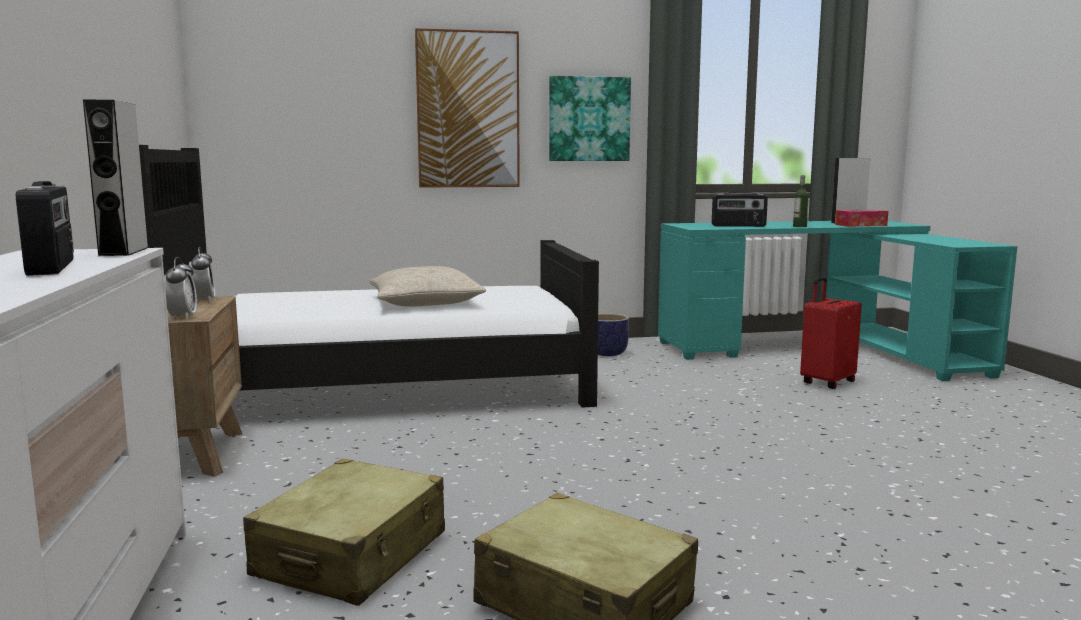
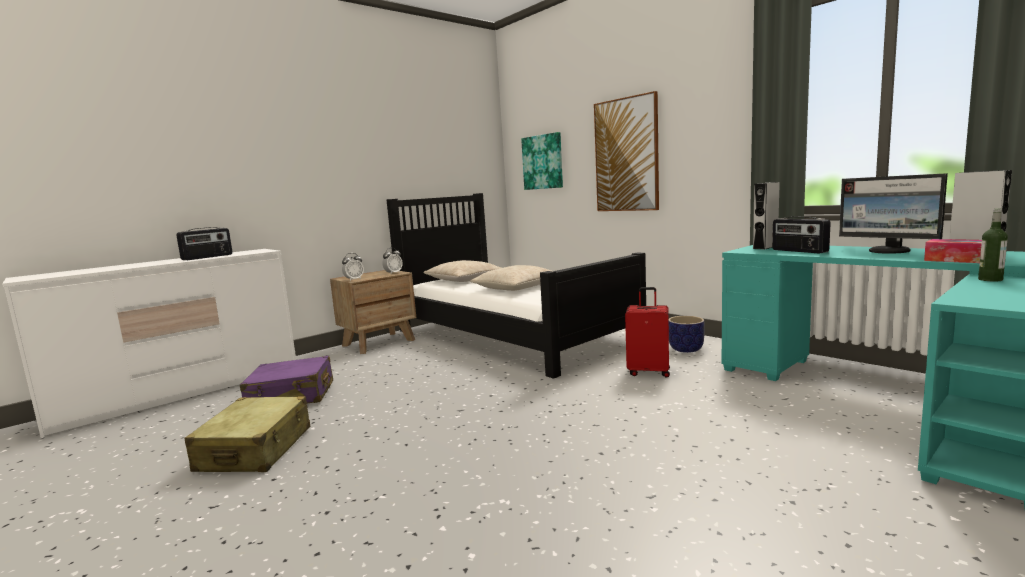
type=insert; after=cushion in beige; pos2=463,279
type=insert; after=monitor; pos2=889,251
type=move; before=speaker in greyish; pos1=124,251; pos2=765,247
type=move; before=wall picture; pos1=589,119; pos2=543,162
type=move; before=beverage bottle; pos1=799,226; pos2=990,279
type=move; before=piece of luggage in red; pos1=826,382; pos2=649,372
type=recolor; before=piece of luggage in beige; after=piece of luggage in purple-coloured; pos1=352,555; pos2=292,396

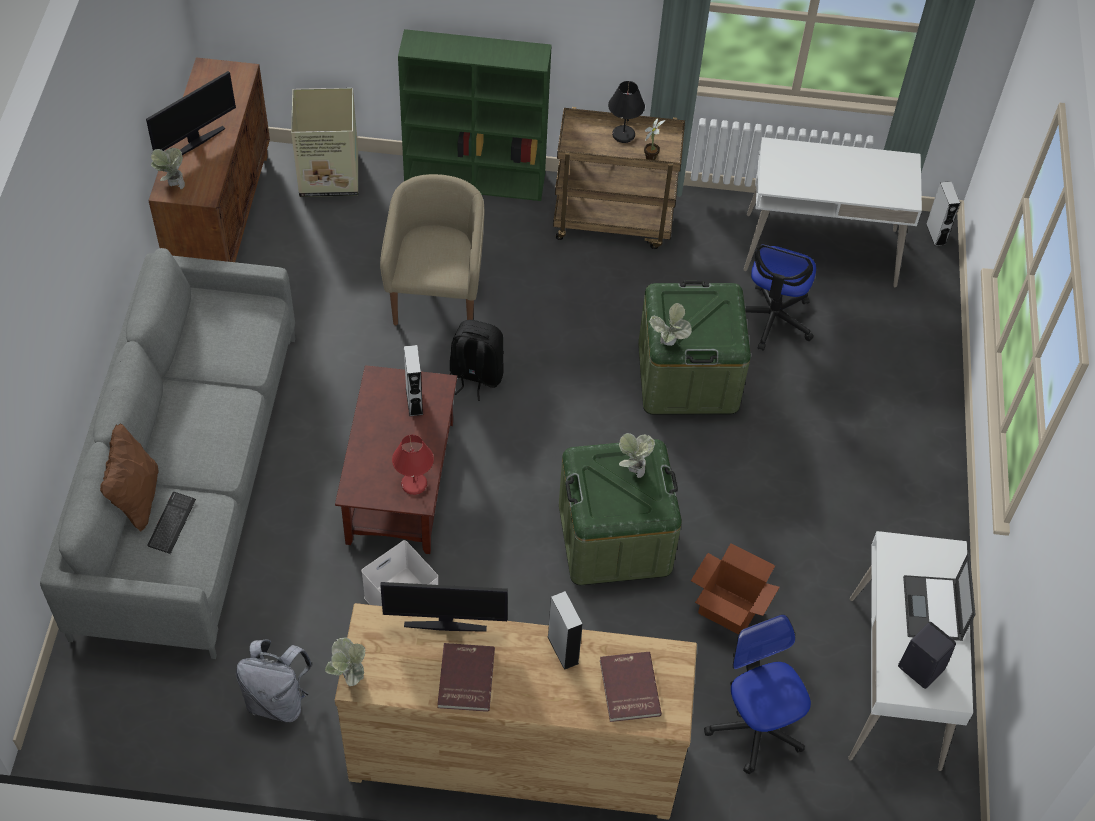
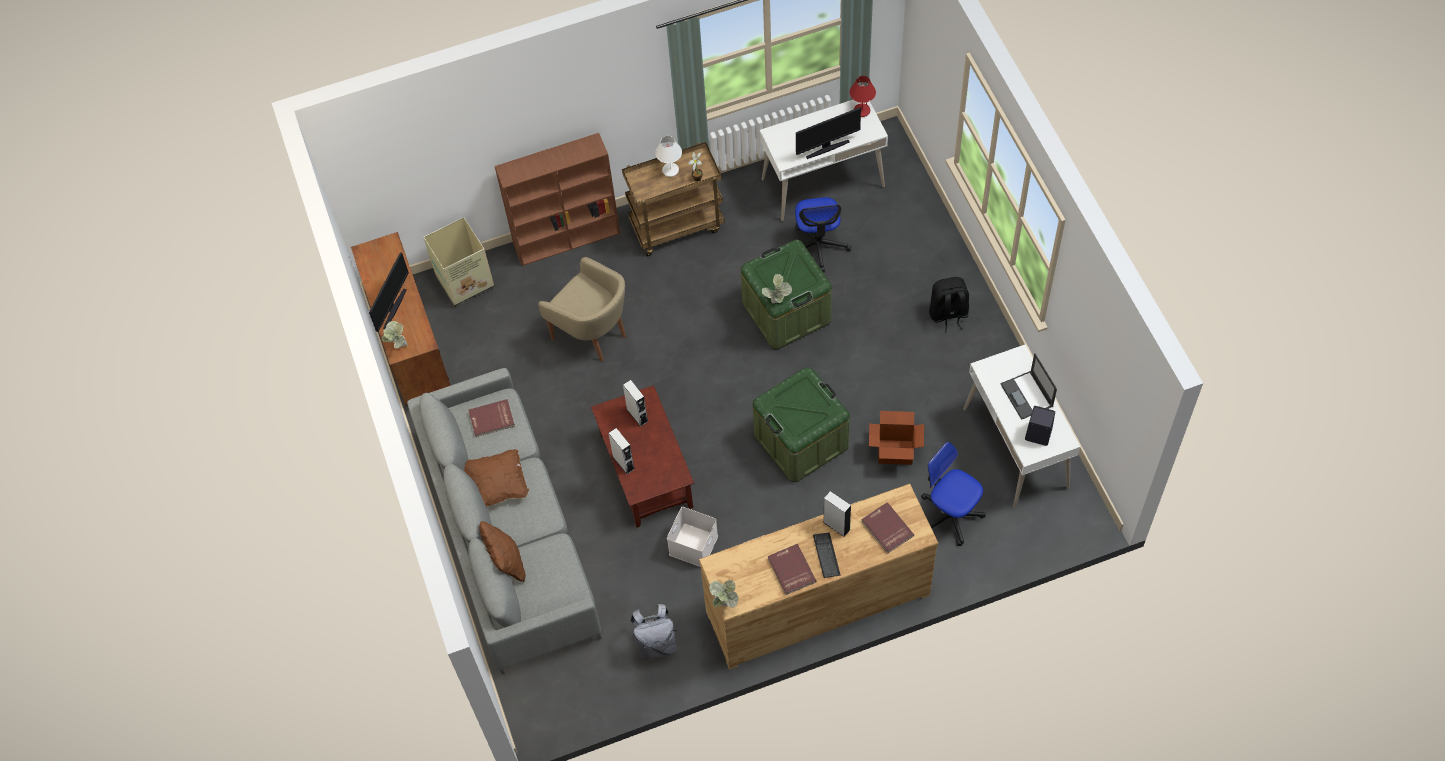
type=delete; before=potted plant; pos1=632,469
type=insert; after=cushion in brown; pos2=498,485
type=insert; after=book in red; pos2=492,419
type=move; before=keyboard; pos1=172,523; pos2=826,555
type=move; before=monitor; pos1=445,624; pos2=827,148
type=move; before=tabletop lamp in red; pos1=413,484; pos2=861,111
type=move; before=knapsack in blackish; pos1=475,376; pos2=948,314
type=move; before=speaker in greyish; pos1=935,234; pos2=623,463
type=recolor; before=bookshelf in green-coloured; after=bookshelf in brown; pos1=476,180; pos2=568,238
type=recolor; before=tabletop lamp in blackish; after=tabletop lamp in white; pos1=623,135; pos2=670,170
type=rotate; before=easy chair in beige; pos1=437,297; pos2=592,334; turn=150

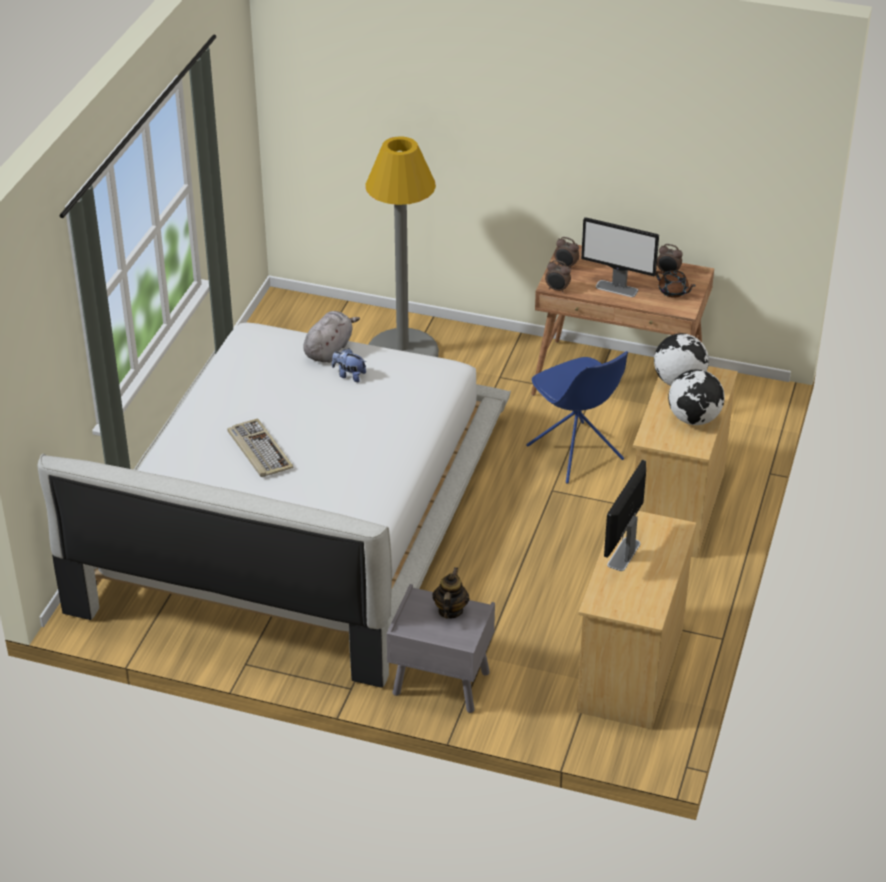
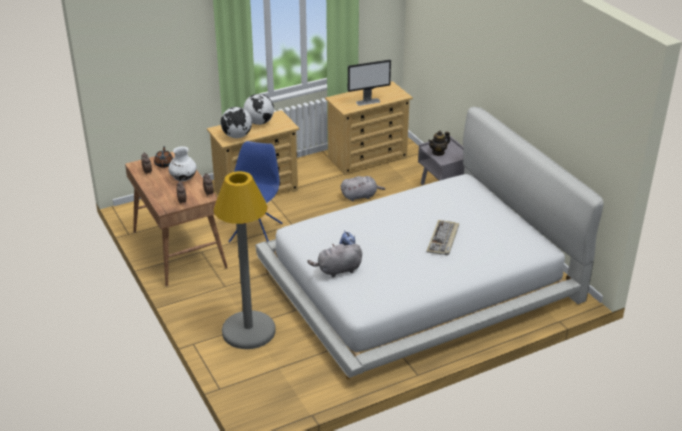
type=insert; after=cuddly toy in greyish; pos2=360,196
type=replace; before=monitor; after=decorative vase in white; pos1=617,288; pos2=183,179

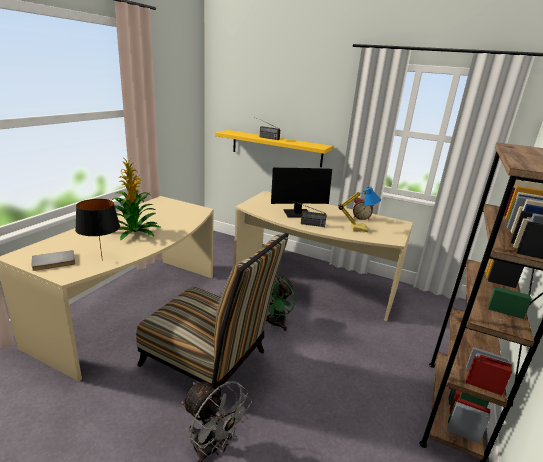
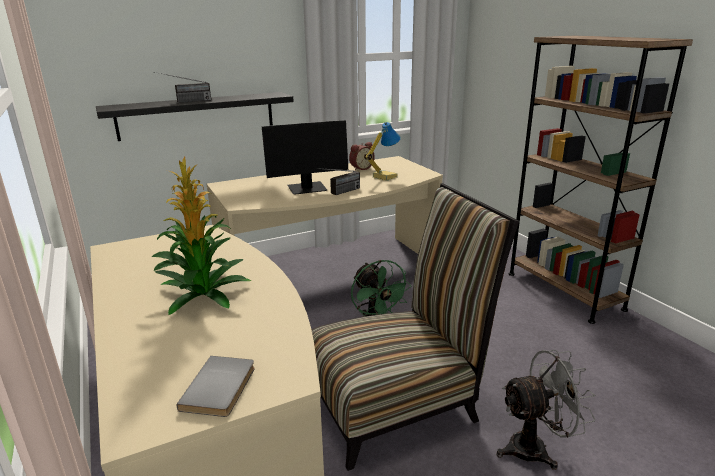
type=delete; before=tabletop lamp in blackish; pos1=102,260
type=recolor; before=wall shelf in yellow-coloured; after=wall shelf in blackish; pos1=276,148; pos2=197,115
type=rotate; before=monitor; pos1=297,214; pos2=307,189; turn=45

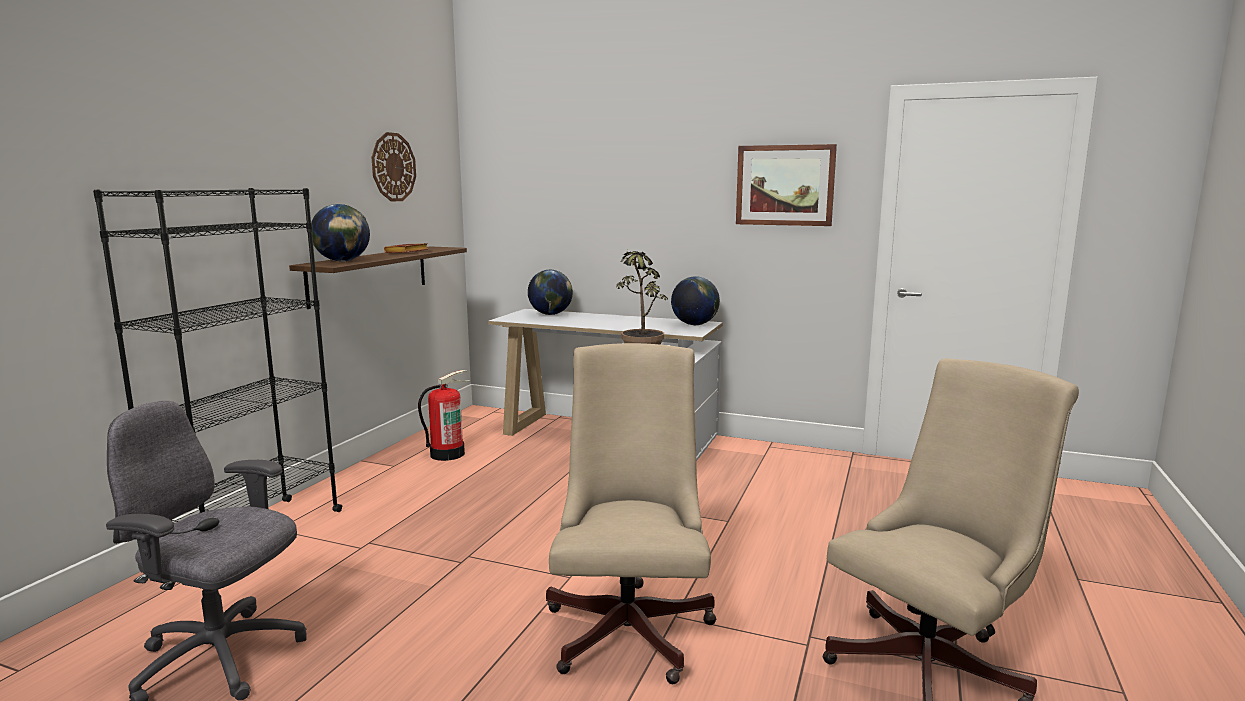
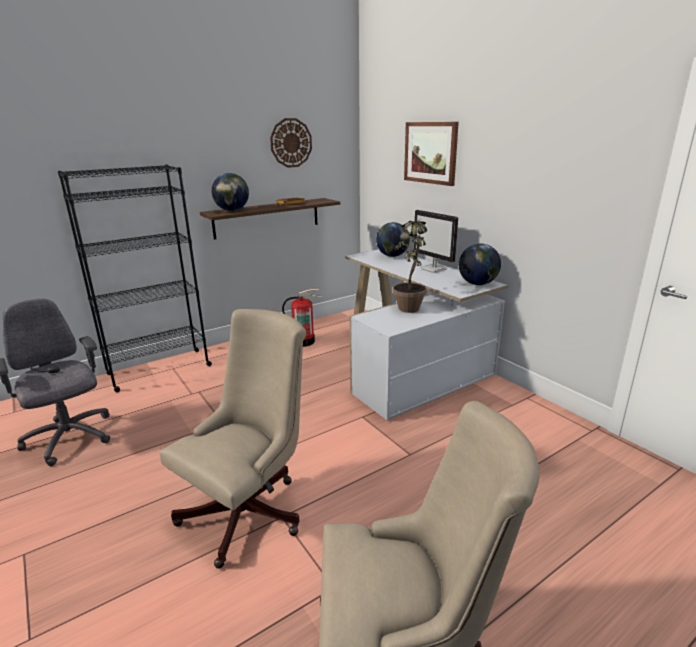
type=insert; after=monitor; pos2=434,269
type=move; before=wall picture; pos1=785,185; pos2=430,152

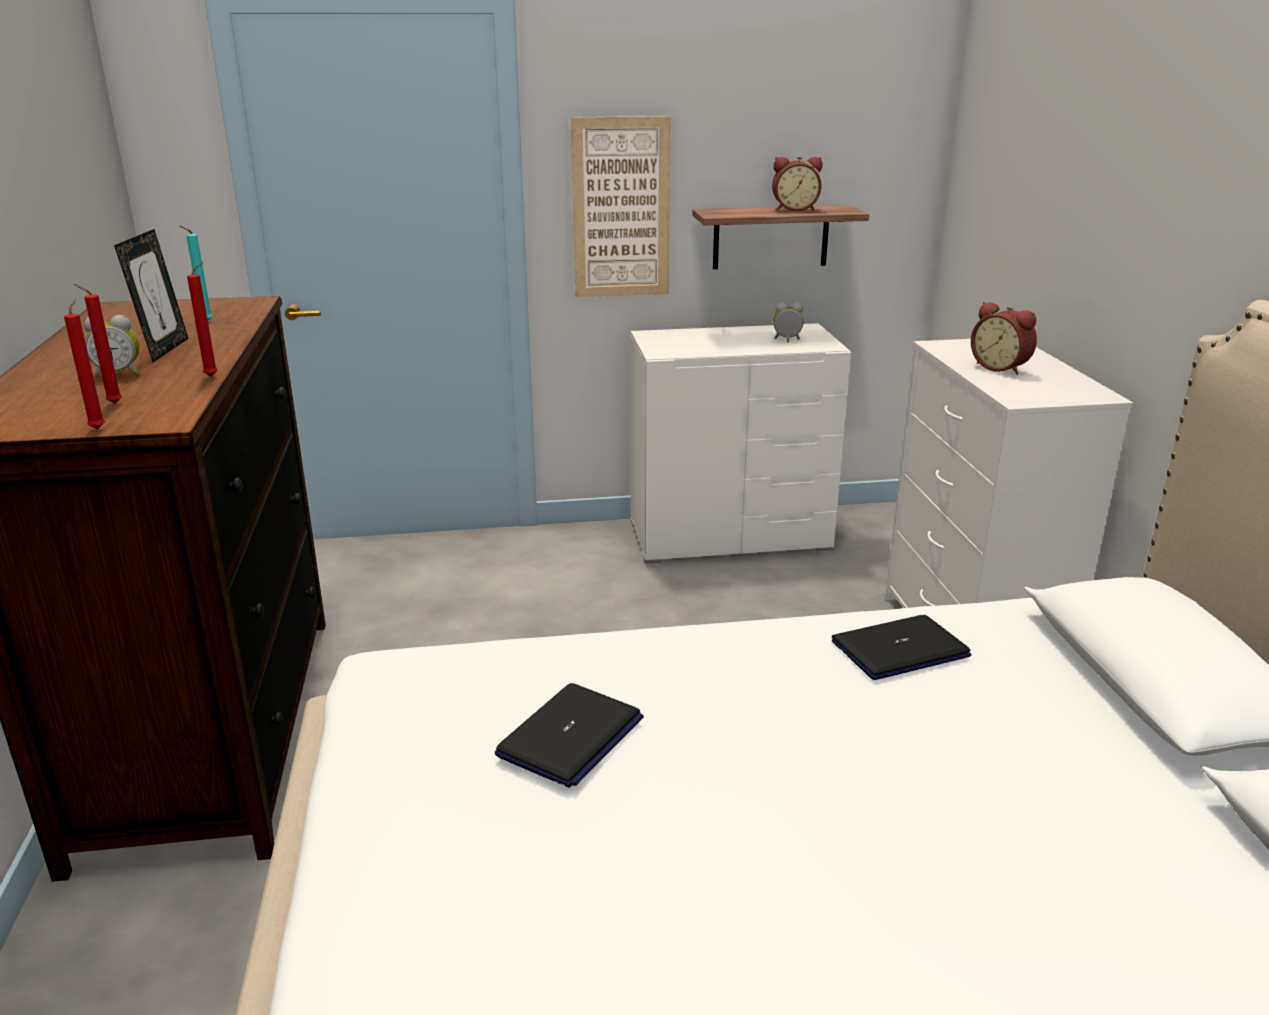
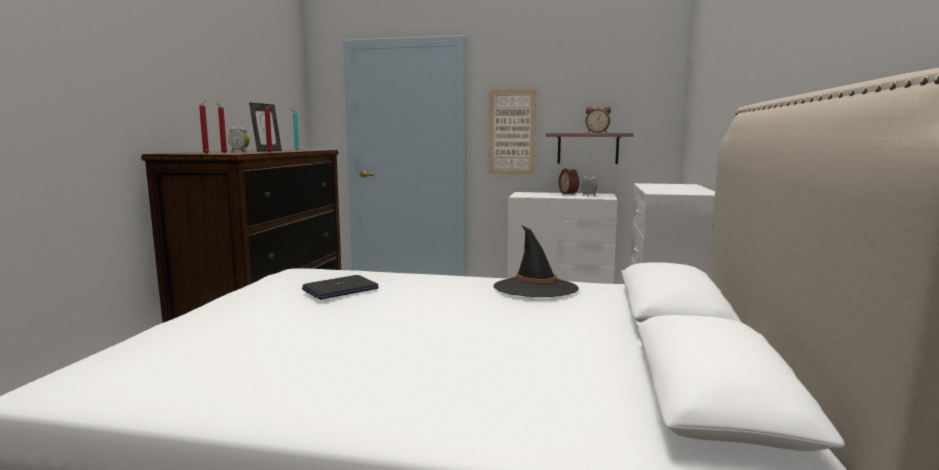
type=move; before=table clock; pos1=1001,367; pos2=569,193
type=replace; before=portable computer; after=clothing hat in blackish; pos1=899,649; pos2=535,288

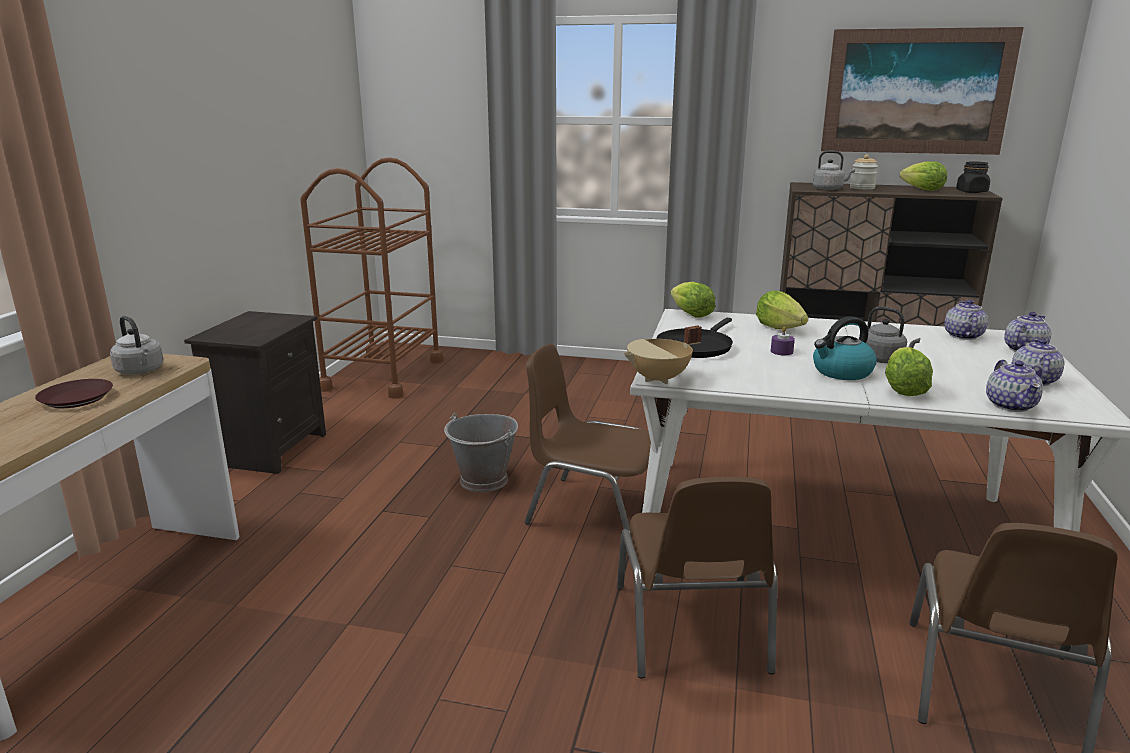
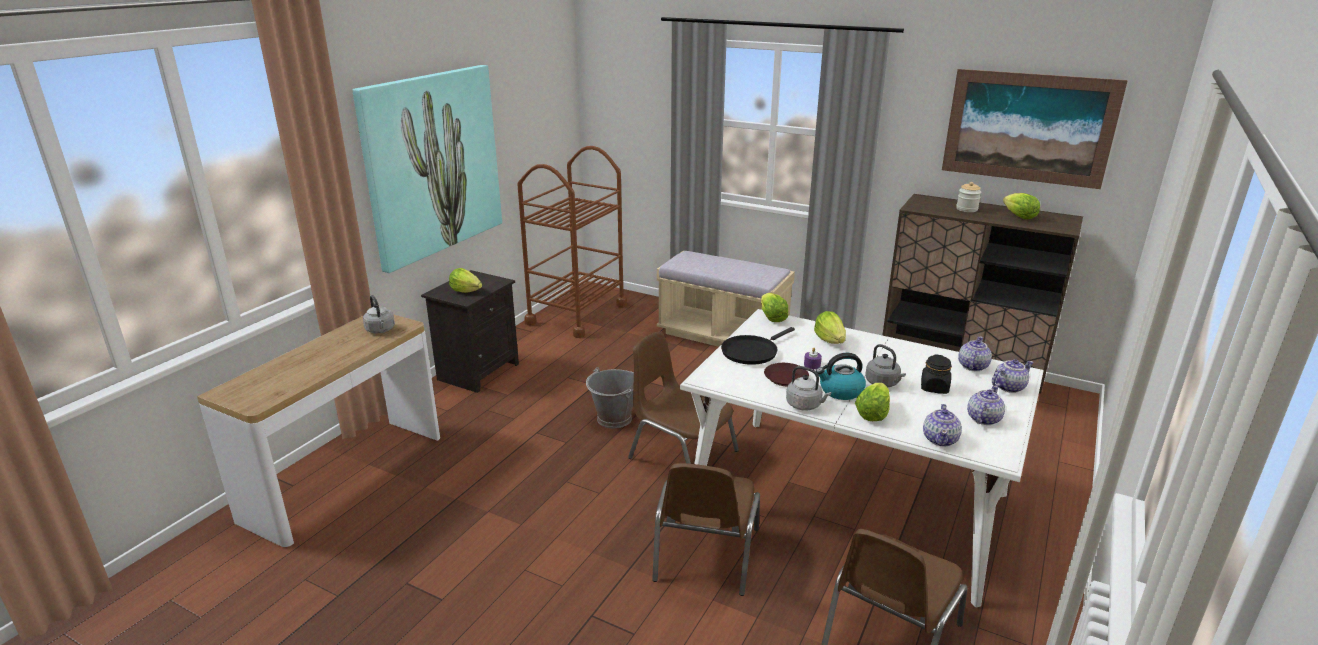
type=delete; before=saucepot in beige; pos1=659,379
type=insert; after=wall picture; pos2=432,164
type=insert; after=head of lettuce; pos2=466,291
type=insert; after=long seat in beige; pos2=722,335
type=move; before=flat dish in brown; pos1=76,399; pos2=785,378
type=move; before=kettle in greyish; pos1=829,189; pos2=805,405
type=move; before=storage jar in blackish; pos1=971,192; pos2=934,388

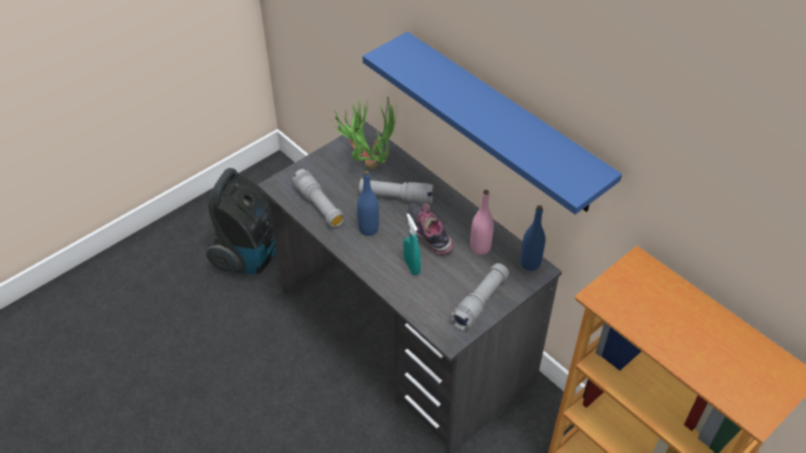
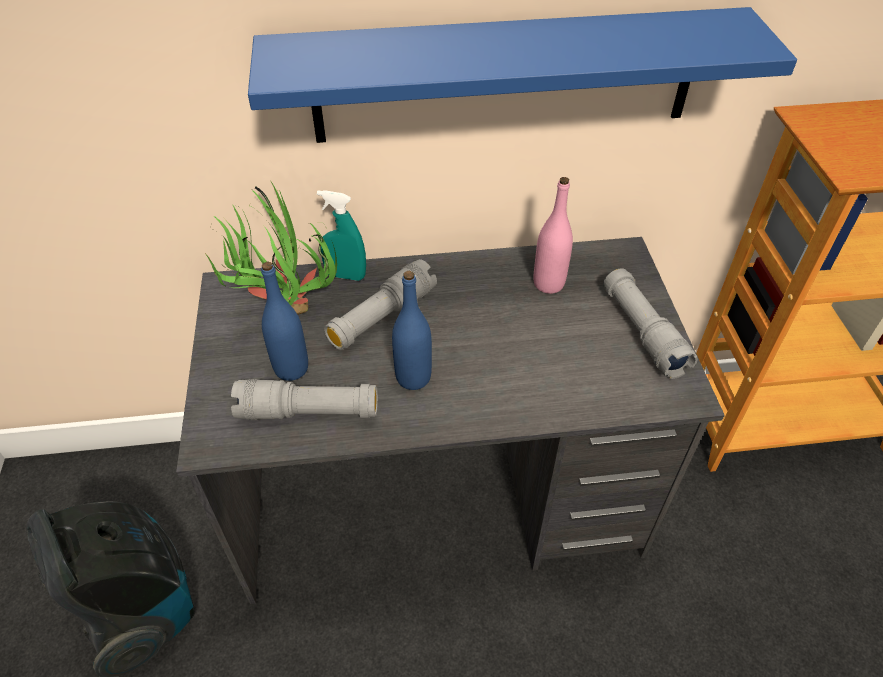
type=delete; before=low shoe; pos1=429,235
type=move; before=spray bottle in turquoise; pos1=411,266; pos2=345,275
type=move; before=beverage bottle in blue-coloured; pos1=530,263; pos2=291,368

